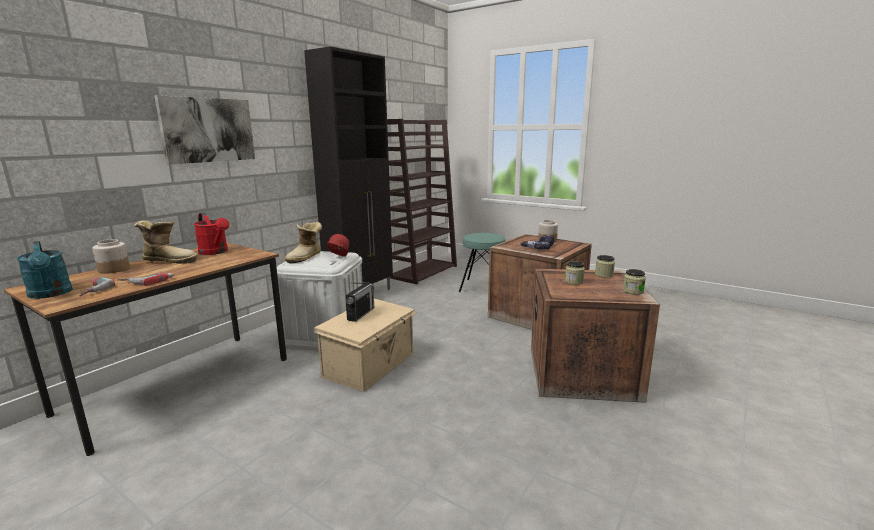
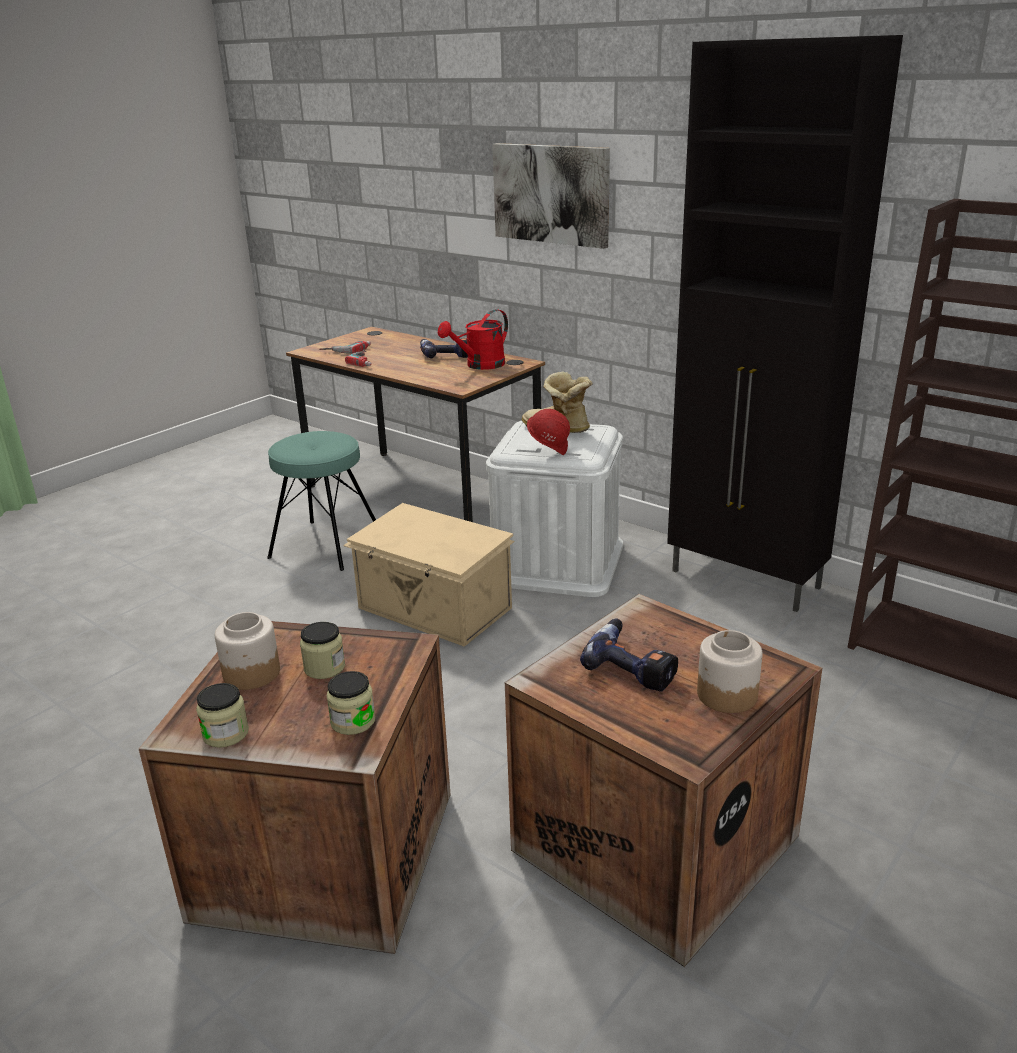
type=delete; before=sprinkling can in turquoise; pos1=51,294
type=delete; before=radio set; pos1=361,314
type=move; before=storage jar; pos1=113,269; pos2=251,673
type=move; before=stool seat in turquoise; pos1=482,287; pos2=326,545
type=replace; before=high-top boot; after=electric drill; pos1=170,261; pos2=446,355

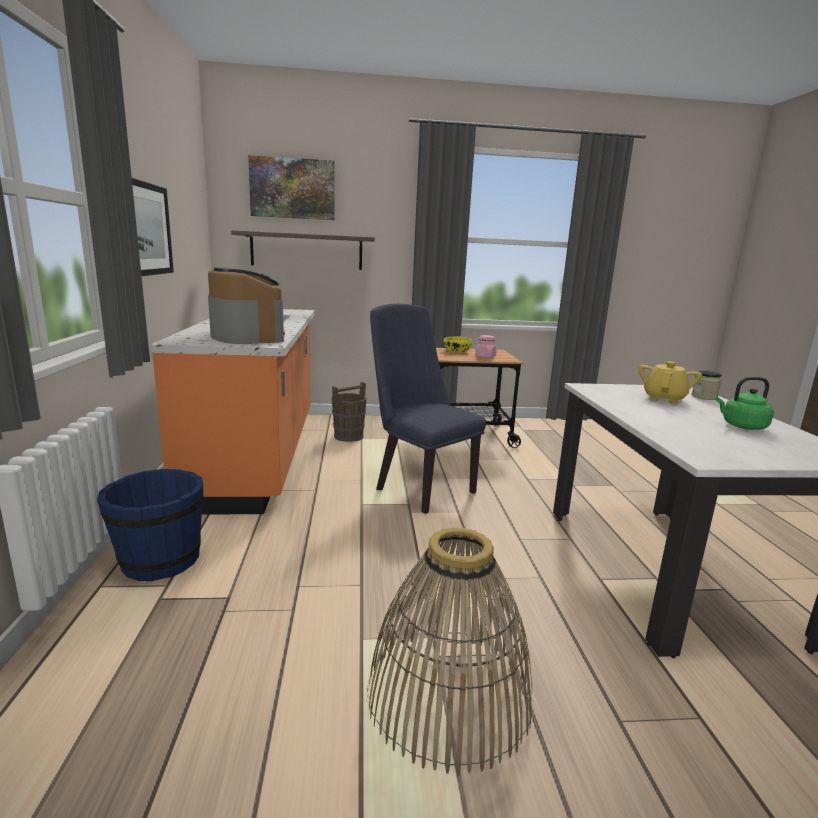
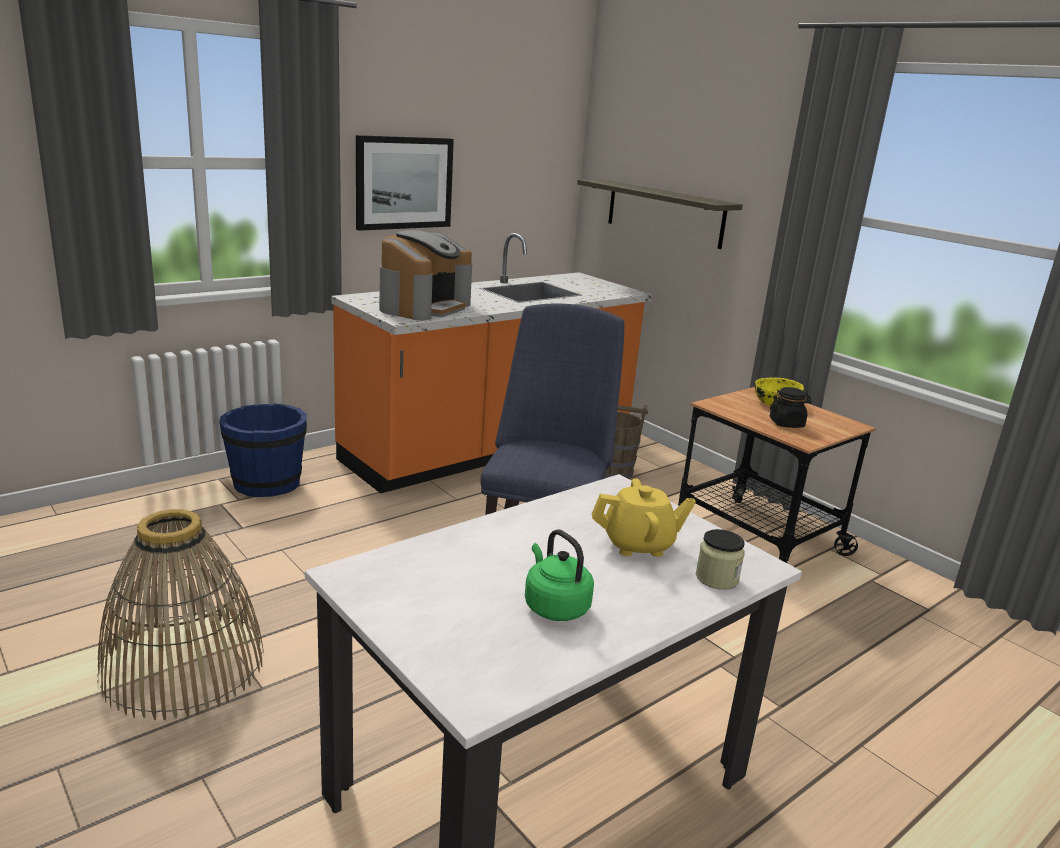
type=delete; before=wall picture; pos1=292,188
type=recolor; before=storage jar in pink-coloured; after=storage jar in blackish; pos1=485,356; pos2=786,423

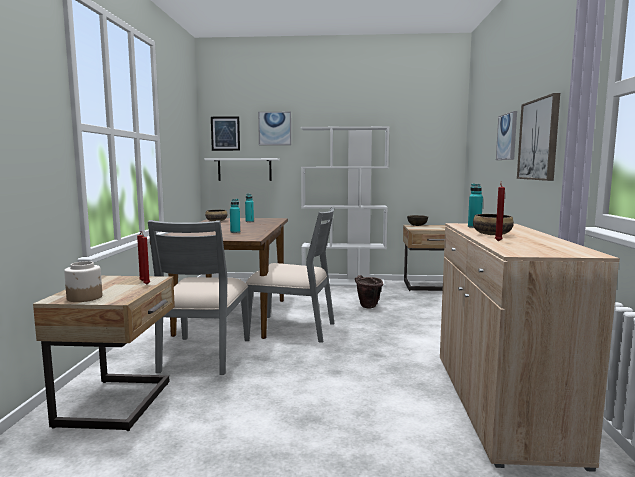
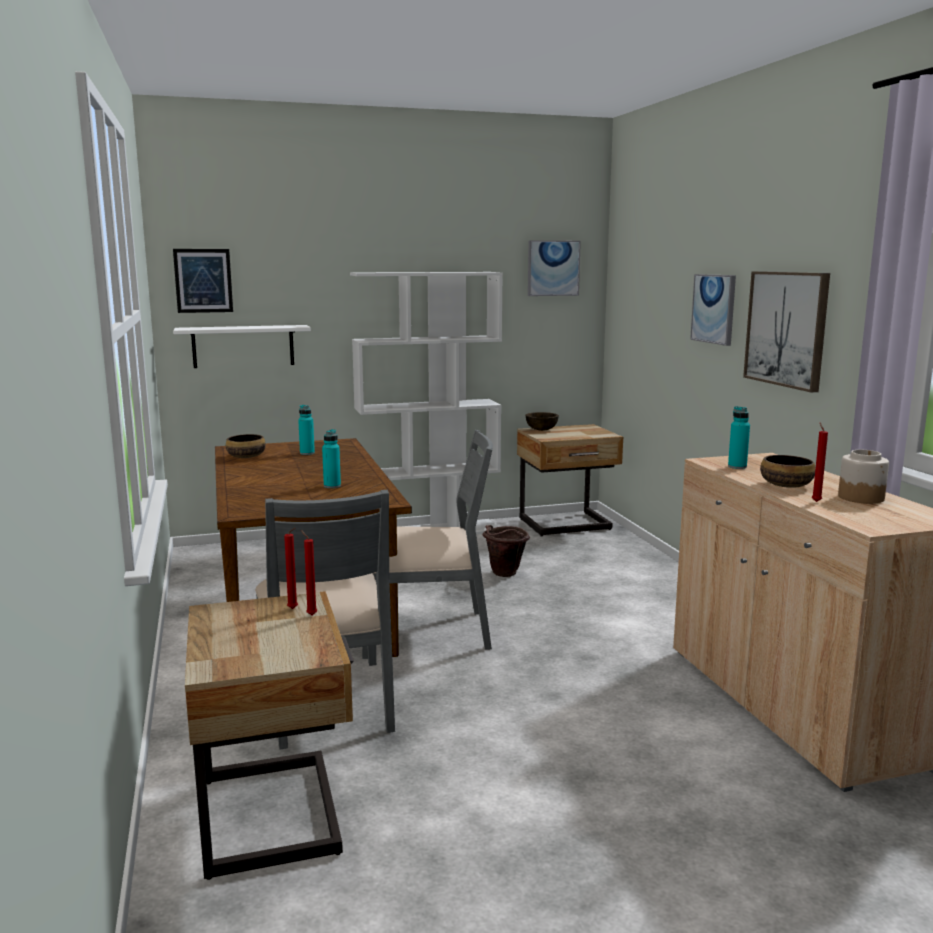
type=move; before=storage jar; pos1=85,297; pos2=861,497
type=move; before=wall picture; pos1=275,128; pos2=553,268

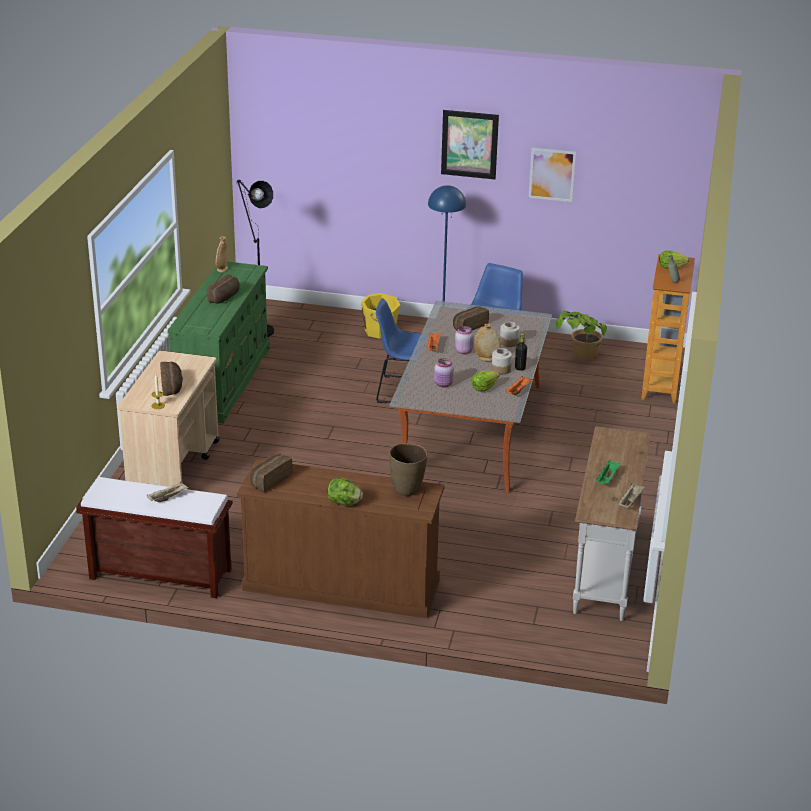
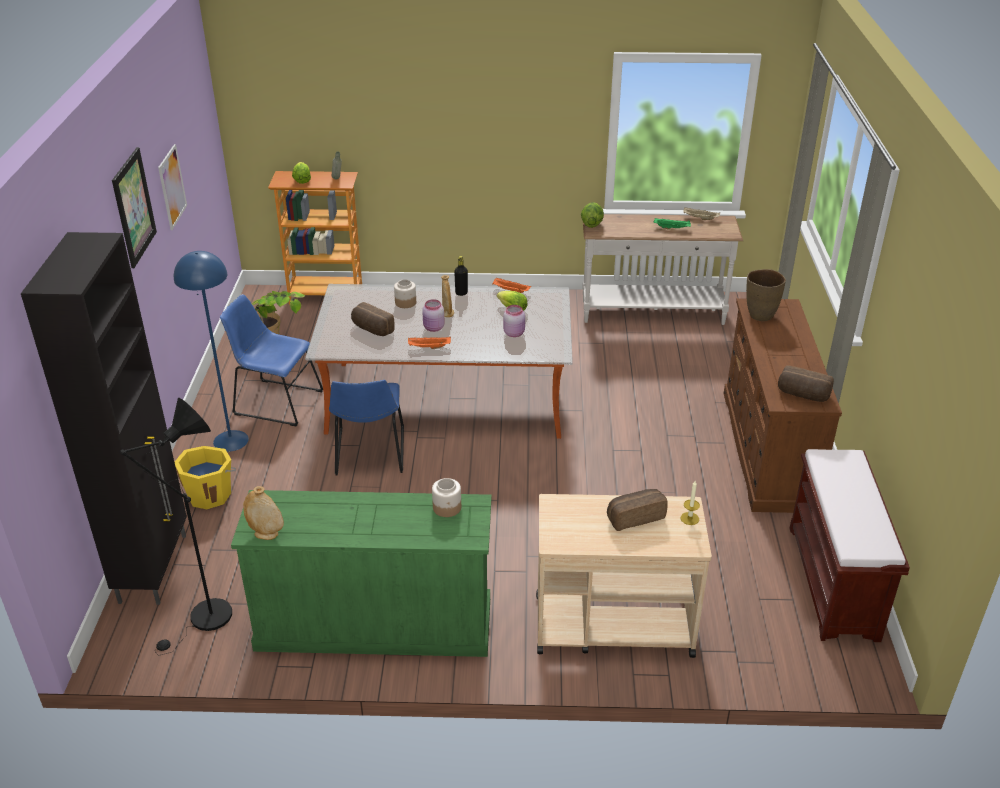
type=delete; before=tray in beige; pos1=168,497
type=delete; before=bread; pos1=225,297
type=insert; after=cupboard in blackish; pos2=154,567
type=move; before=head of lettuce; pos1=344,503; pos2=591,224
type=move; before=storage jar; pos1=500,369; pos2=447,508

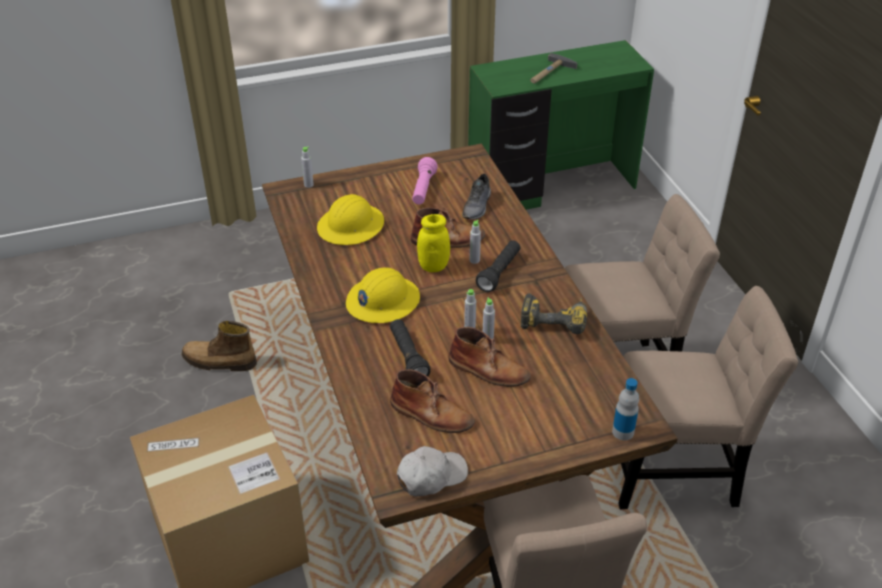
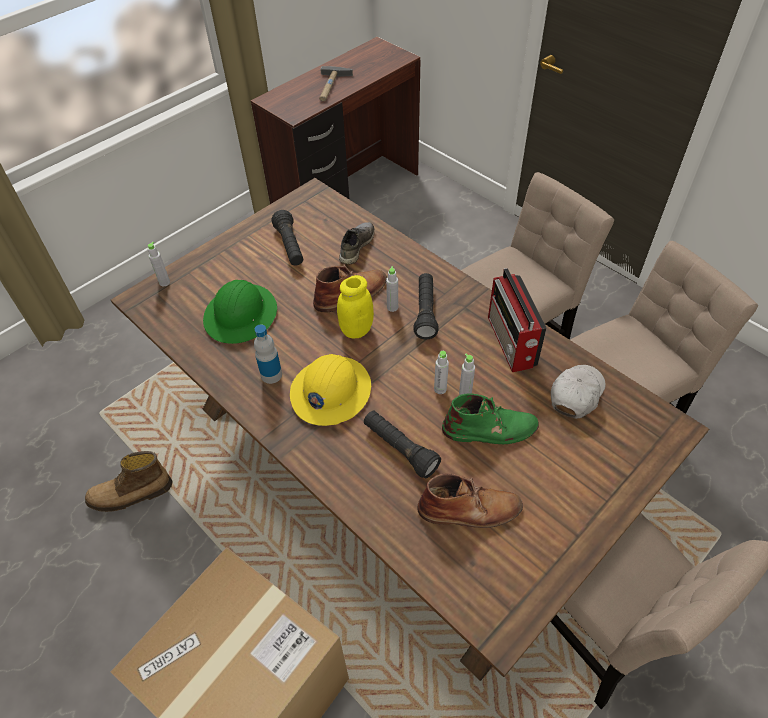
type=move; before=baseball cap in white; pos1=431,476; pos2=576,394
type=move; before=beverage bottle; pos1=623,432; pos2=271,375
type=replace; before=electric drill; after=radio set; pos1=554,319; pos2=511,343
type=recolor; before=work helmet in yellow-coloured; after=work helmet in green-coloured; pos1=351,226; pos2=241,315
type=recolor; before=torch in pink-coloured; after=torch in blackish; pos1=423,189; pos2=290,246
type=recolor; before=high-top boot in brown; after=high-top boot in green-coloured; pos1=489,370; pos2=490,429
type=recolor; before=desk in green-coloured; after=desk in brown; pos1=552,188; pos2=348,196
type=rotate; before=low shoe in greyish; pos1=477,206; pos2=356,246; turn=-150

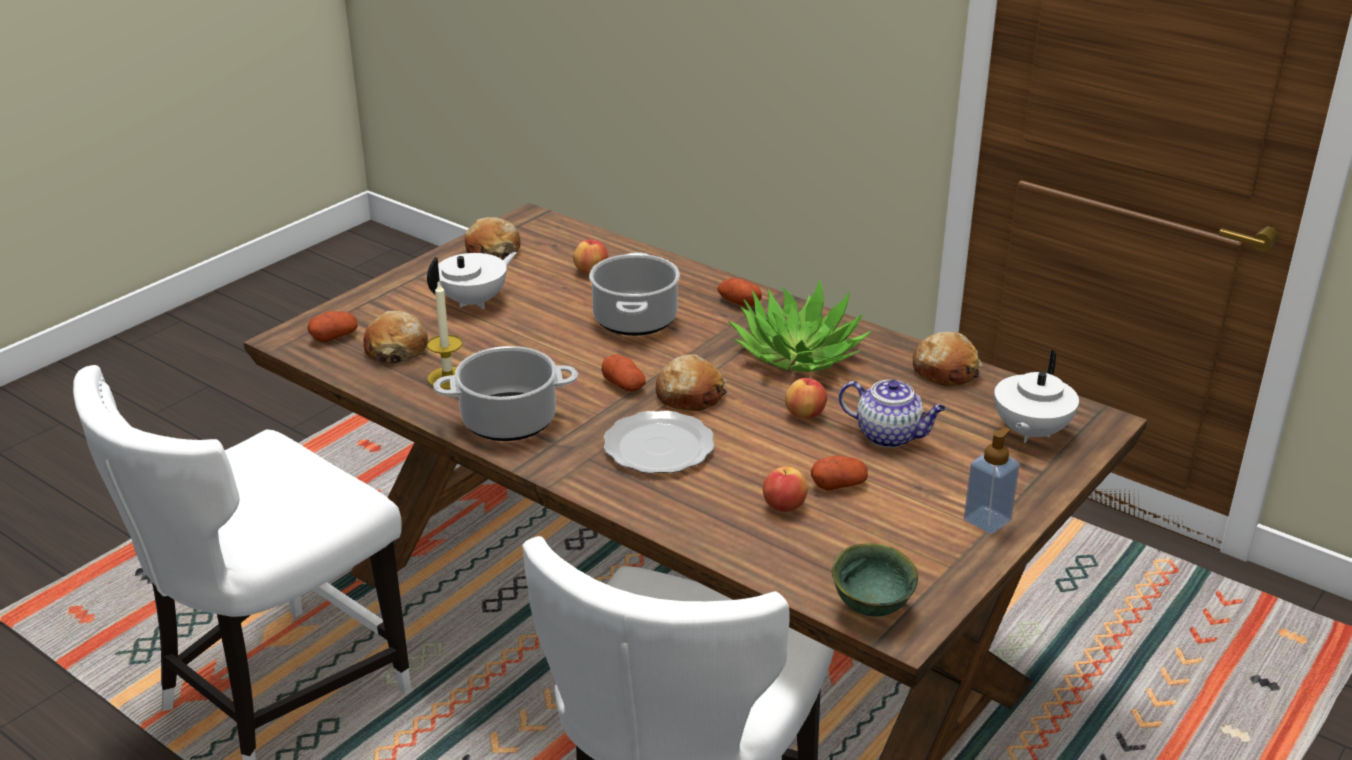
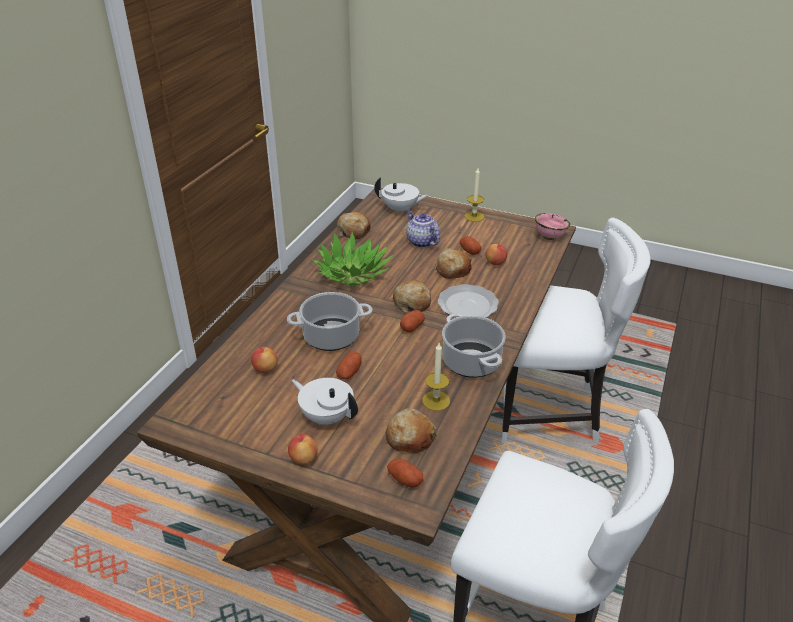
type=move; before=bread; pos1=492,251; pos2=452,270
type=move; before=potato; pos1=739,303; pos2=349,372
type=move; before=apple; pos1=805,414; pos2=303,459
type=replace; before=liquid soap bottle; after=wax candle; pos1=987,520; pos2=474,216
type=recolor; before=bowl in green-coloured; after=bowl in pink-coloured; pos1=872,607; pos2=549,237
type=rotate; before=pot for tea; pos1=890,436; pos2=421,241; turn=-45

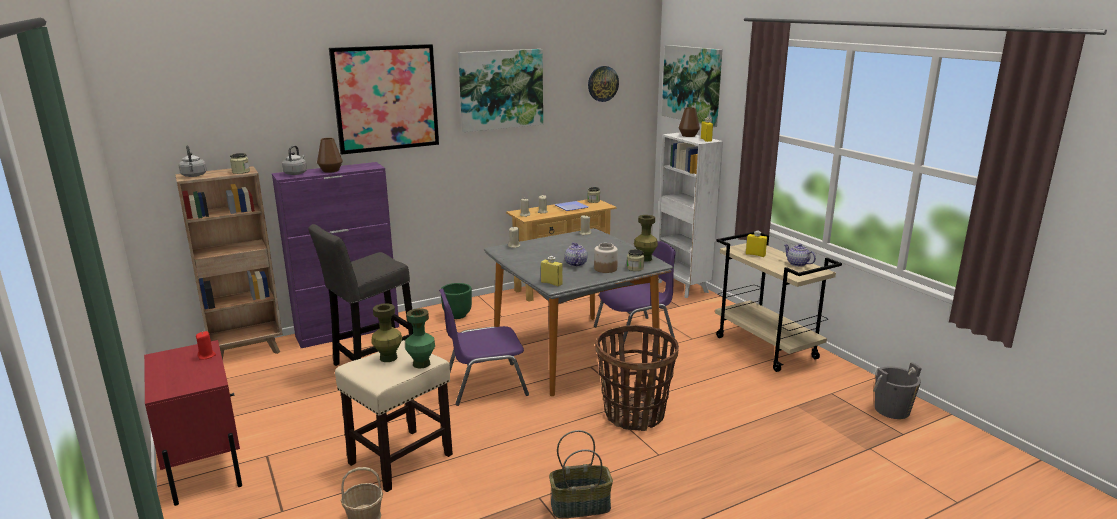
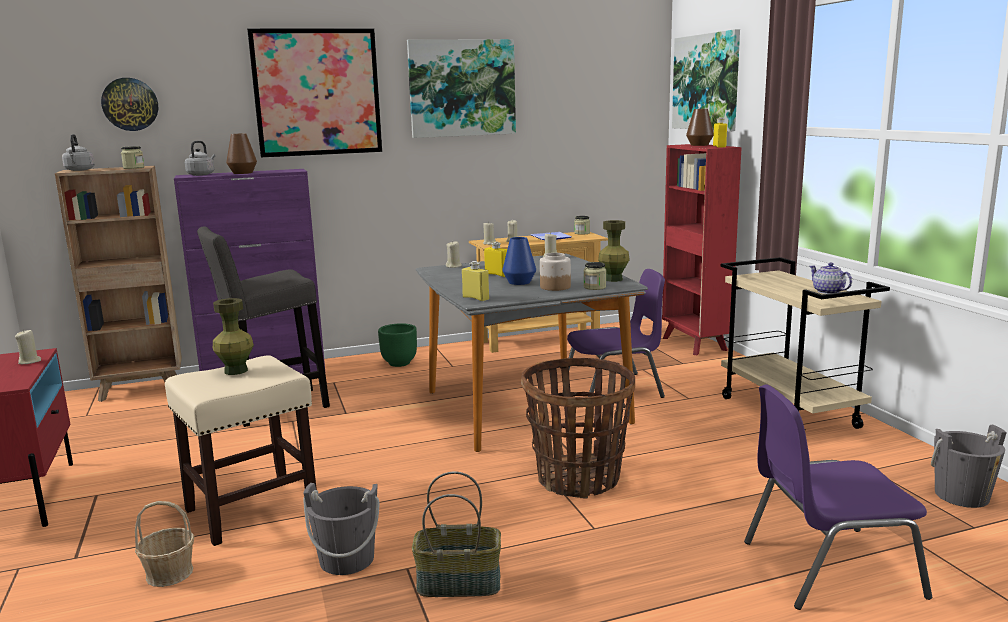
type=delete; before=decorative vase in green-coloured; pos1=421,364
type=insert; after=pail in greyish; pos2=347,559
type=move; before=upright chair in purple-coloured; pos1=484,384; pos2=827,568
type=move; before=hanging clock; pos1=602,83; pos2=130,104
type=move; before=beverage bottle in yellow-coloured; pos1=755,255; pos2=496,274
type=replace; before=pot for tea; after=decorative vase in blue-coloured; pos1=575,264; pos2=519,282
type=recolor; before=wax candle in red; after=wax candle in beige; pos1=207,356; pos2=30,361
type=recolor; before=bookshelf in white; after=bookshelf in red; pos1=683,287; pos2=694,344

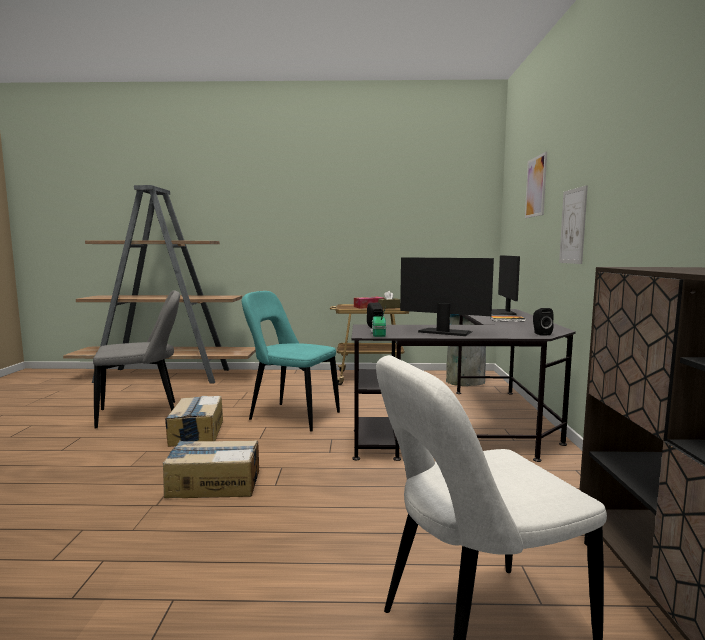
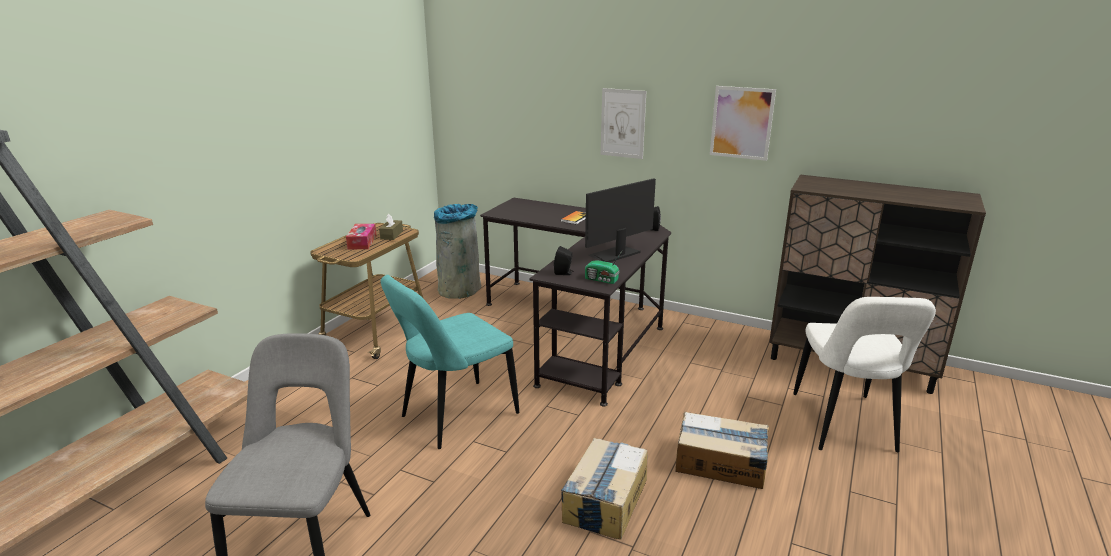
type=delete; before=monitor; pos1=501,312
type=move; before=carton; pos1=196,432; pos2=721,463
type=move; before=wall picture; pos1=536,186; pos2=741,123

